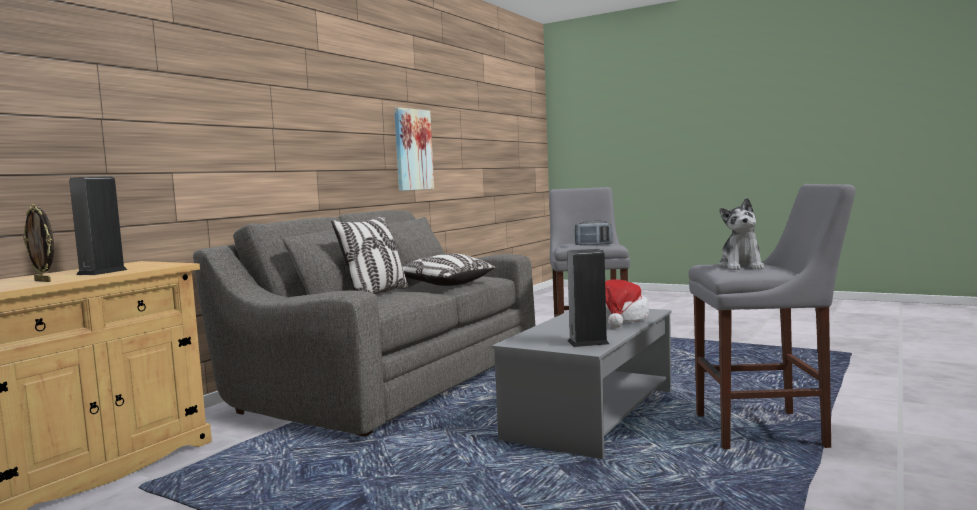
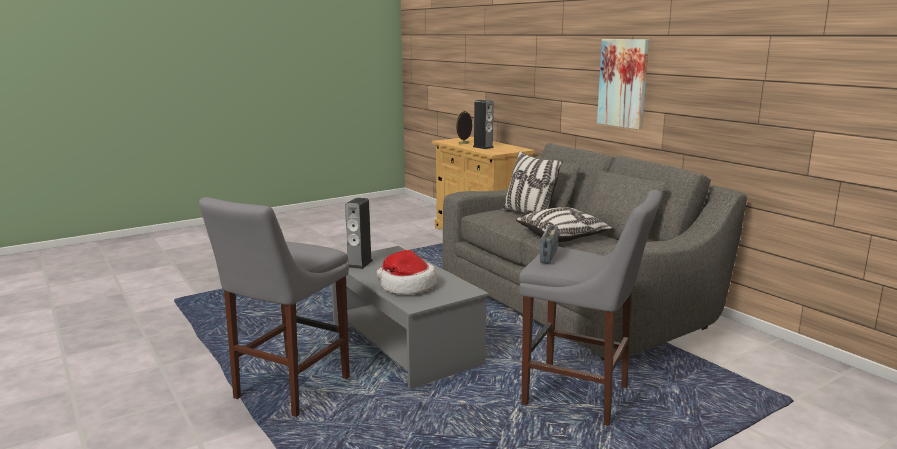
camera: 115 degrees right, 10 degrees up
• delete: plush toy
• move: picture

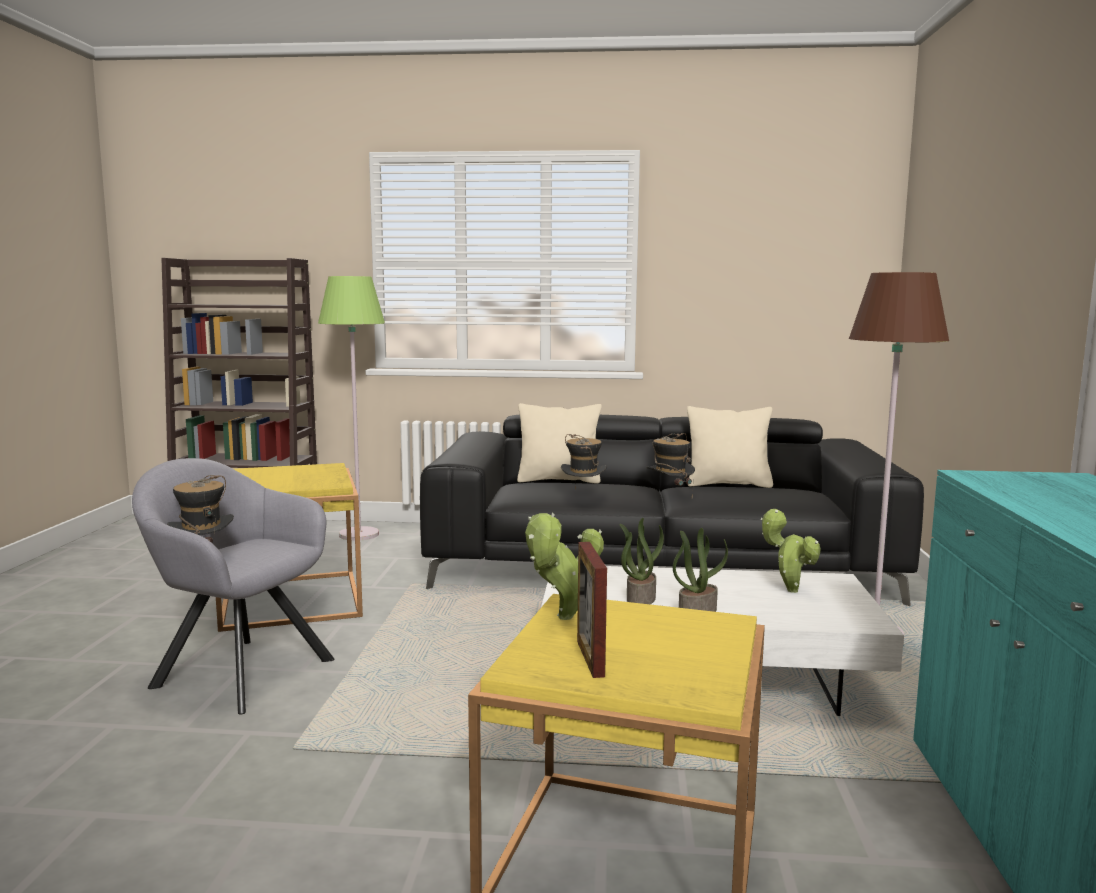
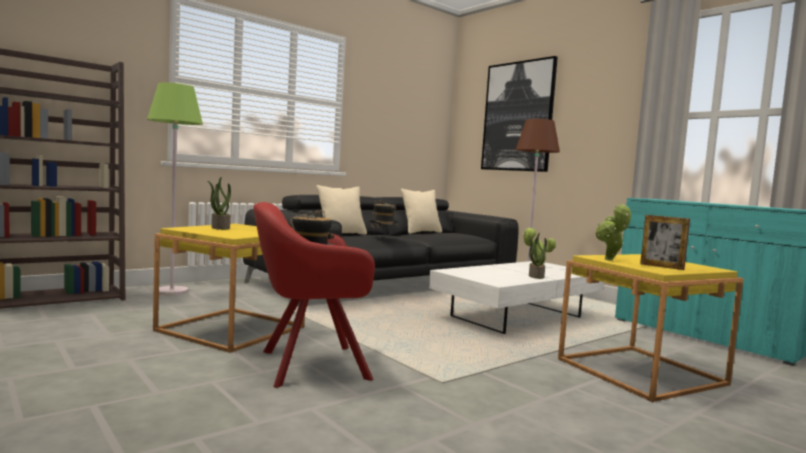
camera: 45 degrees left, 5 degrees down
• delete: wearable hat (3rd from left)
• insert: picture
• move: potted plant (2nd from left in the first image) to potted plant (1st from left)
• recolor: grey lounge chair to red lounge chair

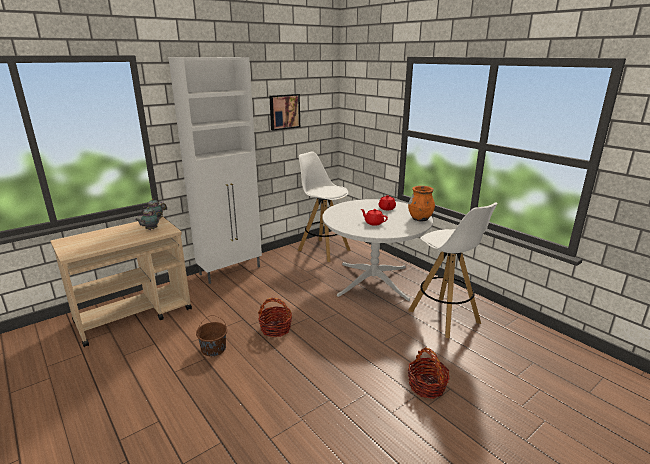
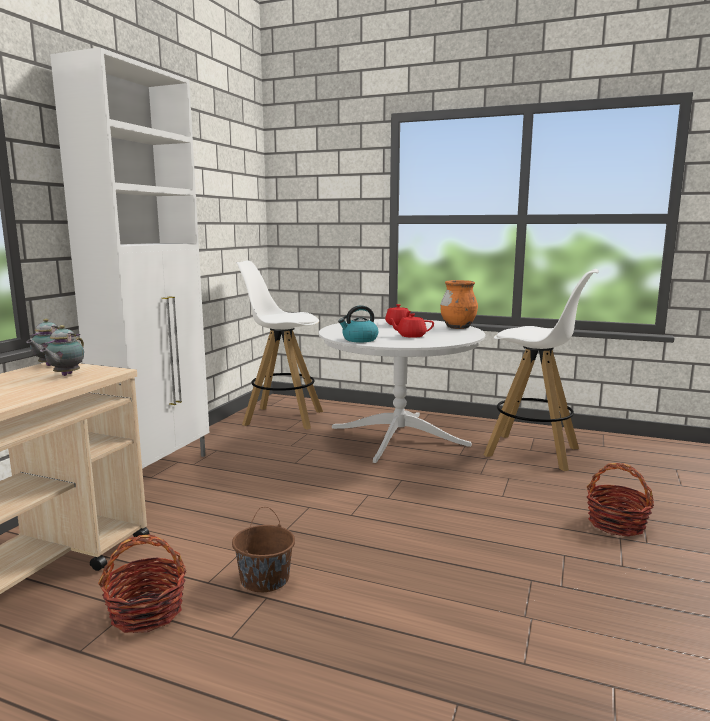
camera: 30 degrees left, 10 degrees down
• delete: picture
• insert: tea kettle
• move: household basket (1st from left)

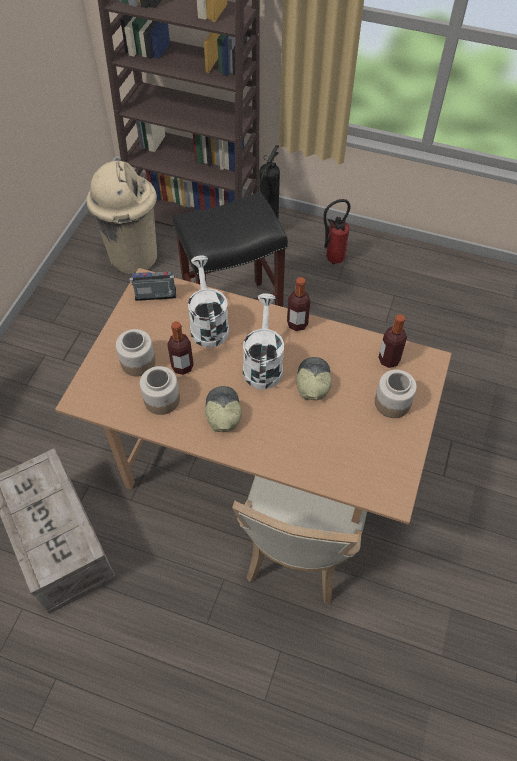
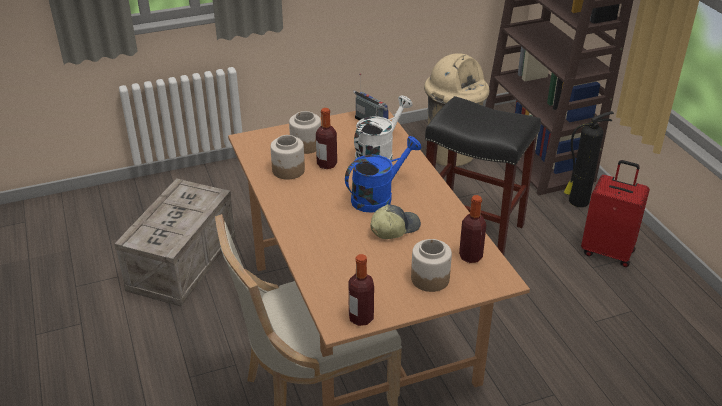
camera: 50 degrees right, 20 degrees down
• delete: baseball cap (1st from left)
• move: drink bottle (2nd from left)
• replace: fire extinguisher (2nd from left) to red travel case
• recolor: white watering can (2nd from left) to blue watering can

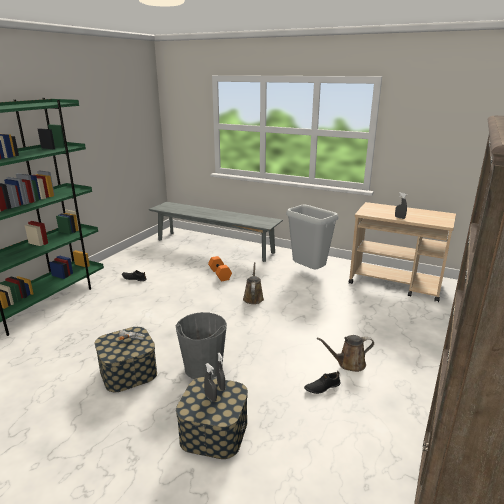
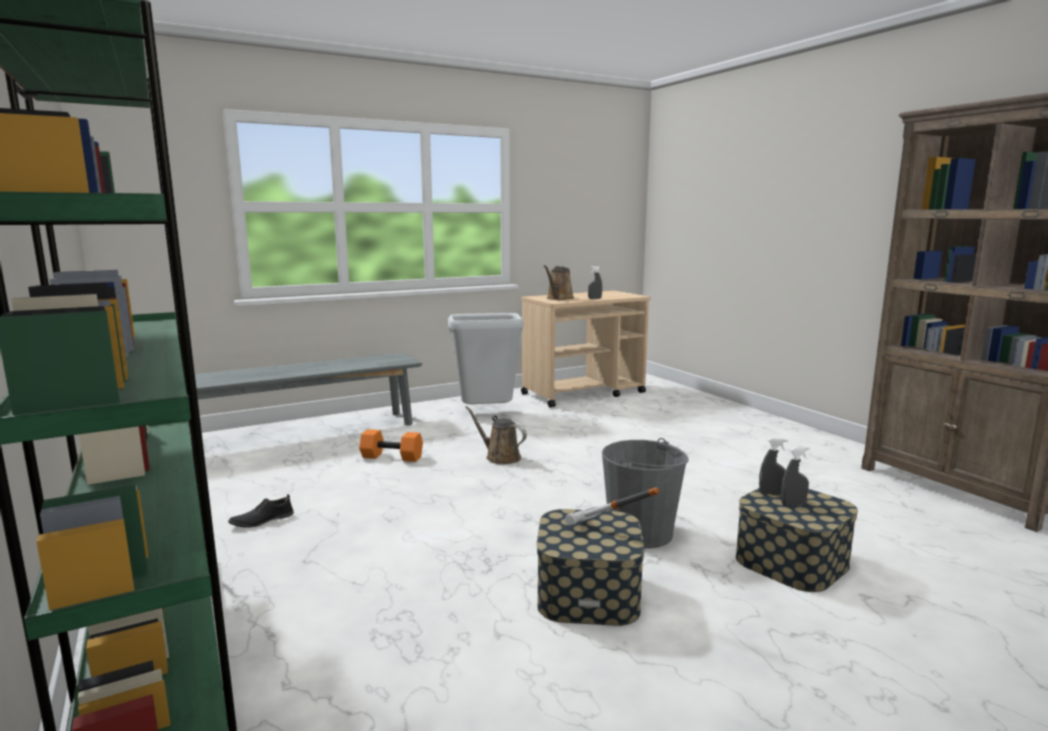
camera: 55 degrees left, 10 degrees down
• delete: black-coloured shoe (2nd from left)
• move: brown-coloured watering can (2nd from left)

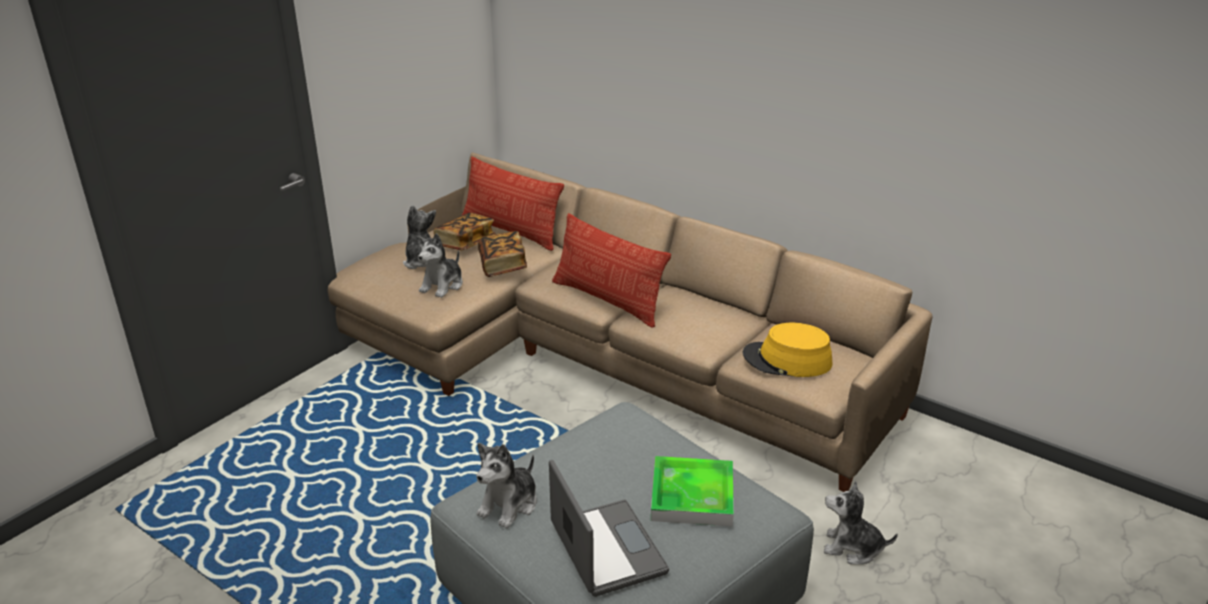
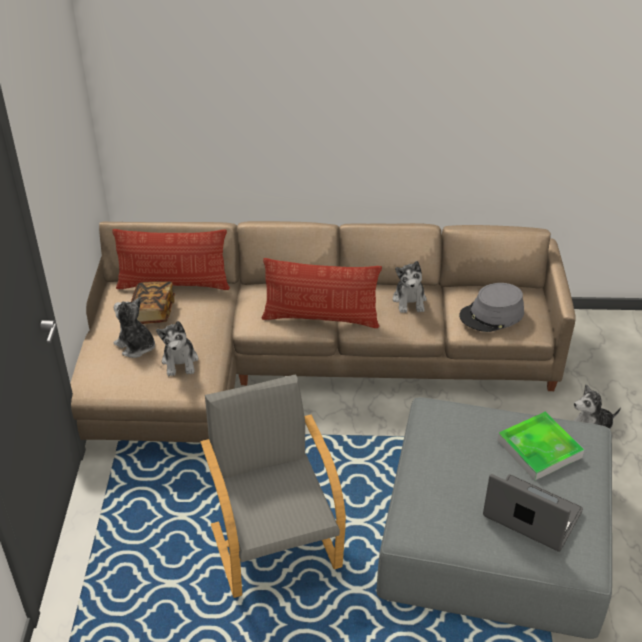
camera: 35 degrees left, 10 degrees up
• delete: bound book (2nd from left)
• insert: grey lounge chair
• move: plush toy (3rd from left)
• recolor: yellowish wearable hat to grey wearable hat

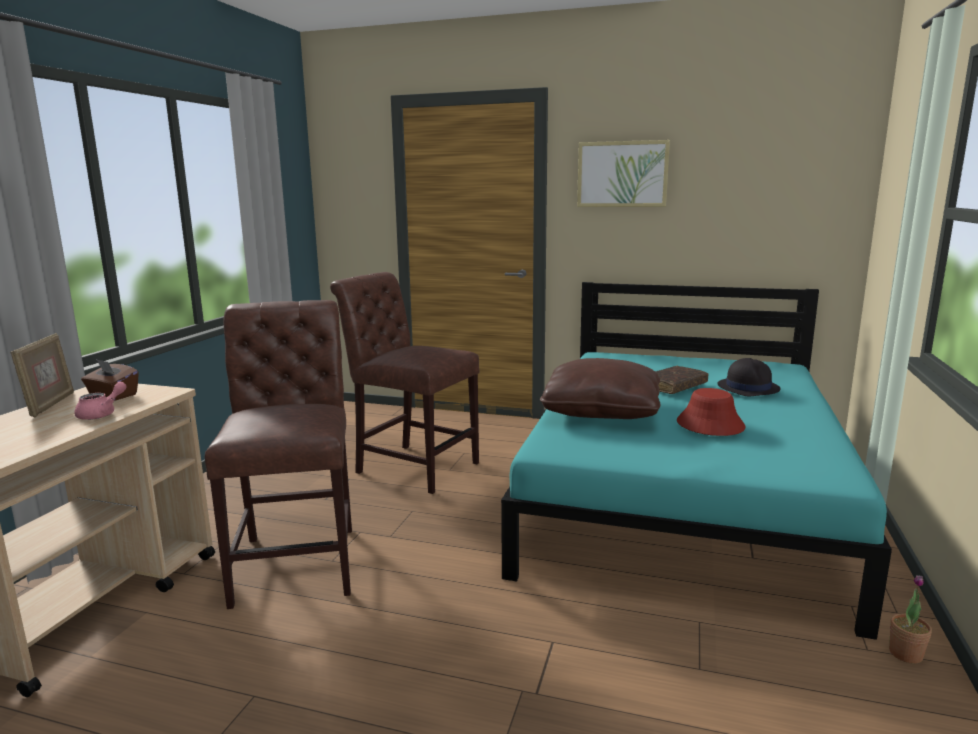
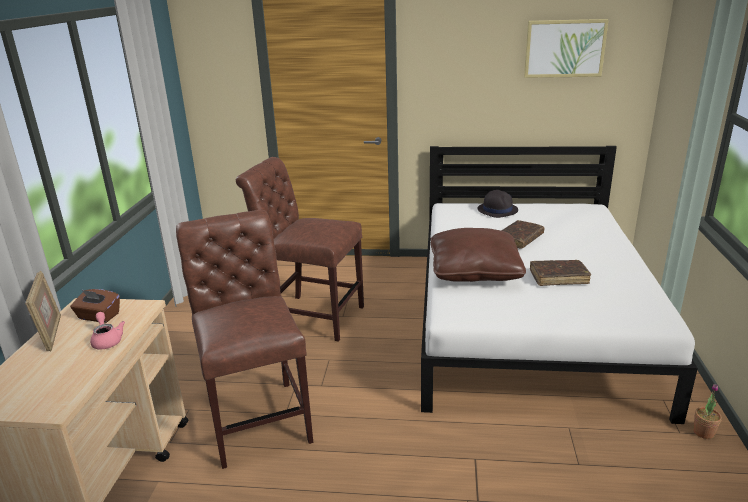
camera: 10 degrees left, 10 degrees up
• move: picture
• move: black-coloured wearable hat
• replace: red wearable hat to brown-coloured bound book (2nd from left)
• recolor: turquoise bedroom bed to white bedroom bed
• rotate: pinkish tea pot 45 degrees counterclockwise

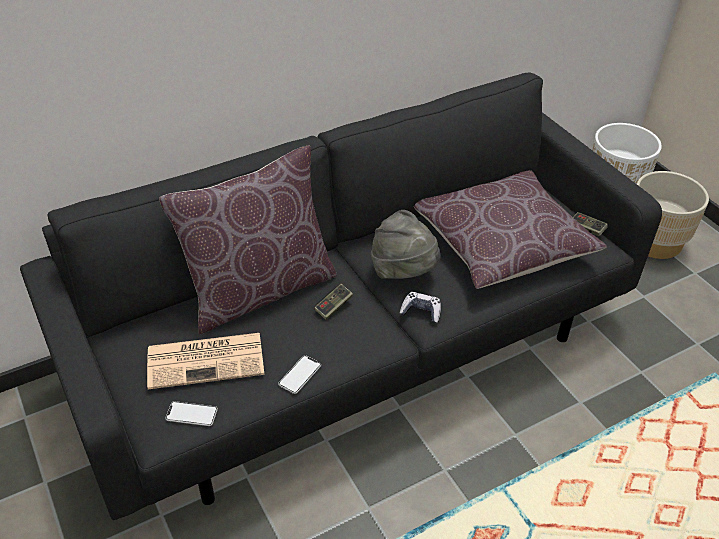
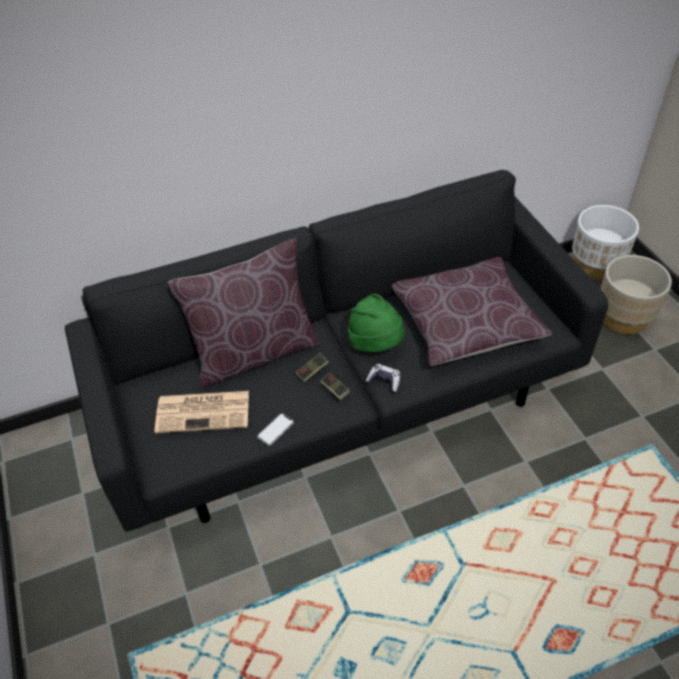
camera: 10 degrees right, 5 degrees up
• delete: handset (1st from left)
• move: game controller (3rd from left in the first image) to game controller (2nd from left)
• recolor: grey wearable hat to green-coloured wearable hat

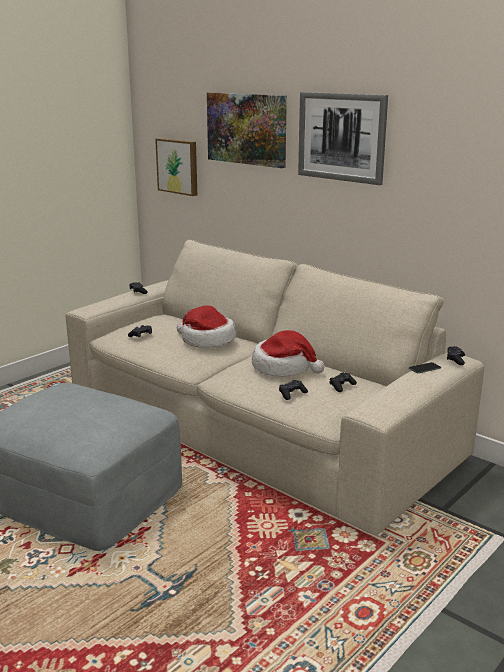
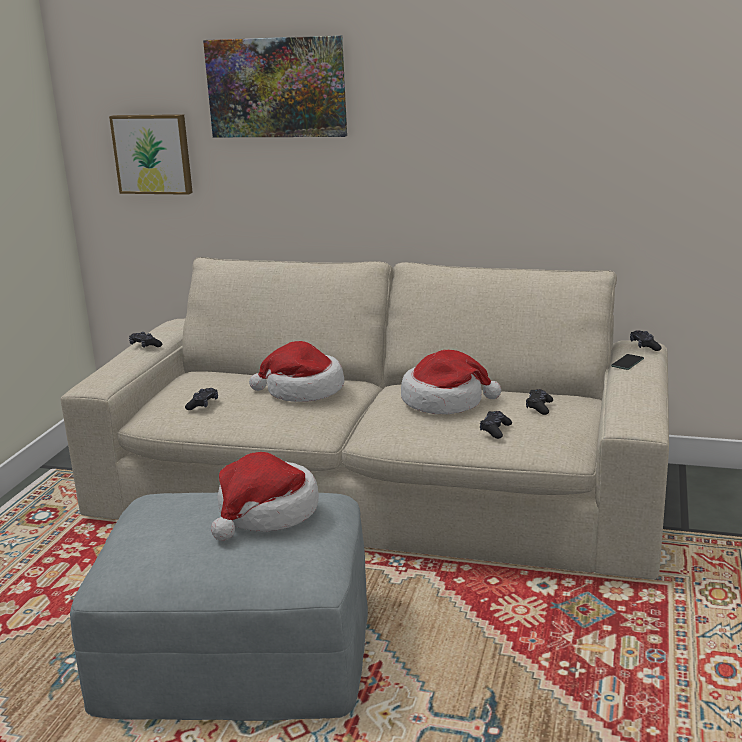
camera: 25 degrees left, 0 degrees up
• delete: picture (3rd from left)
• insert: wearable hat (1st from left)

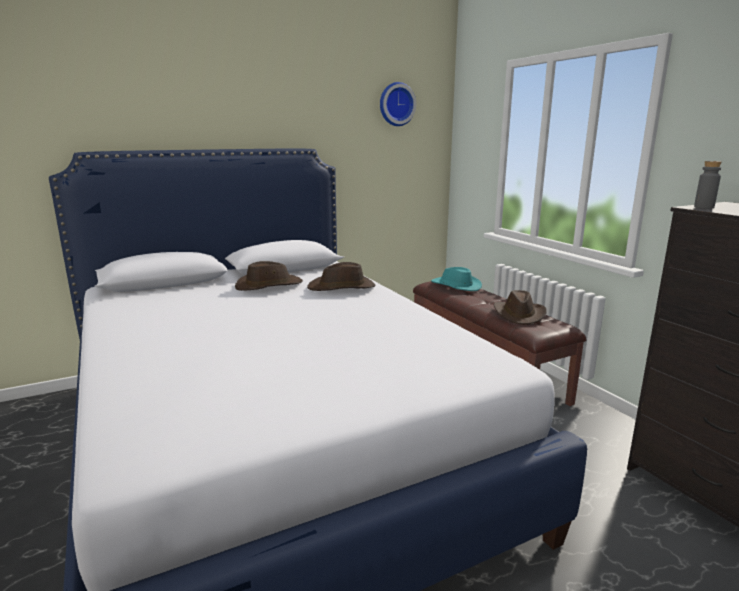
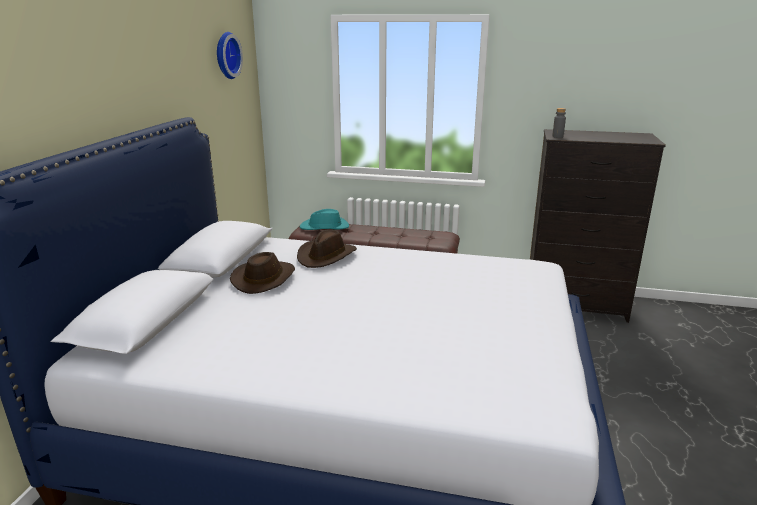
camera: 50 degrees left, 5 degrees up
• delete: brown-coloured wearable hat (3rd from left)

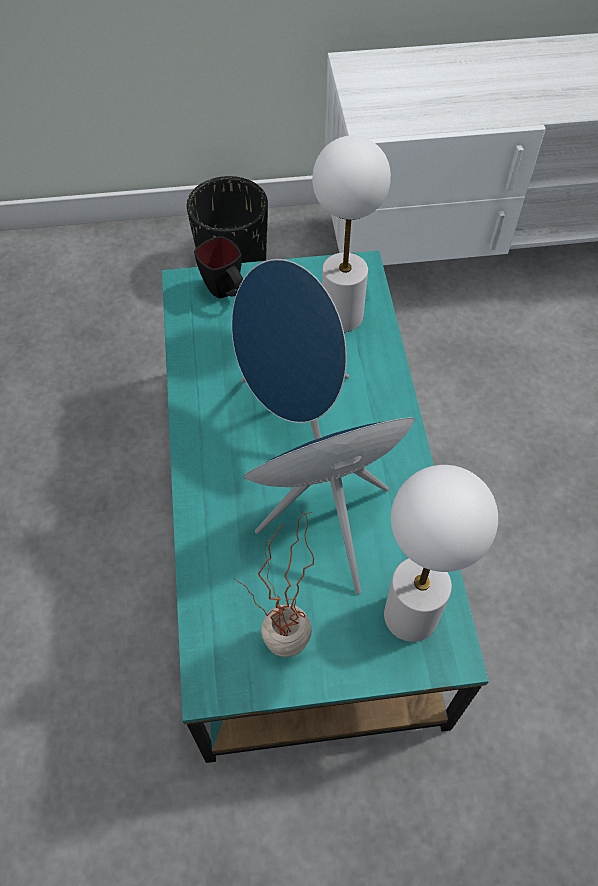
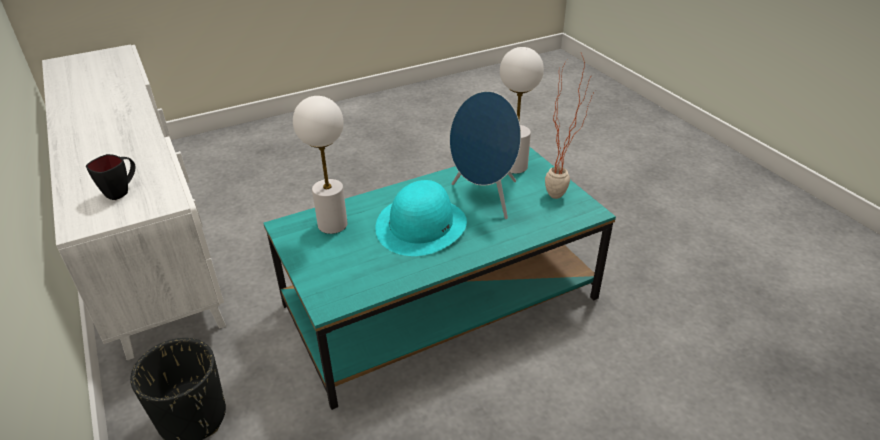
camera: 110 degrees left, 20 degrees down
• move: black-coloured coffee mug
• replace: blue loudspeaker (1st from left) to turquoise wearable hat

